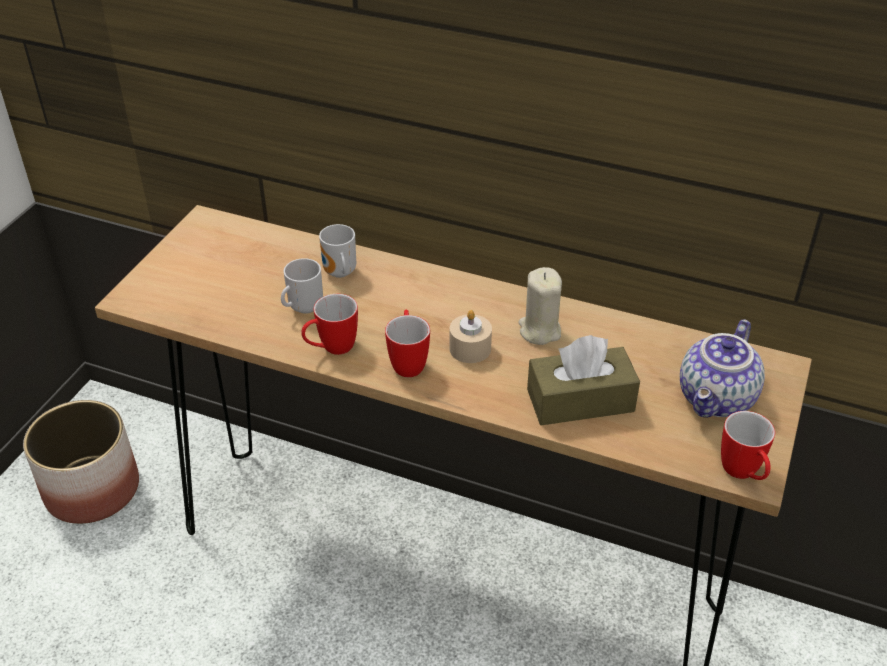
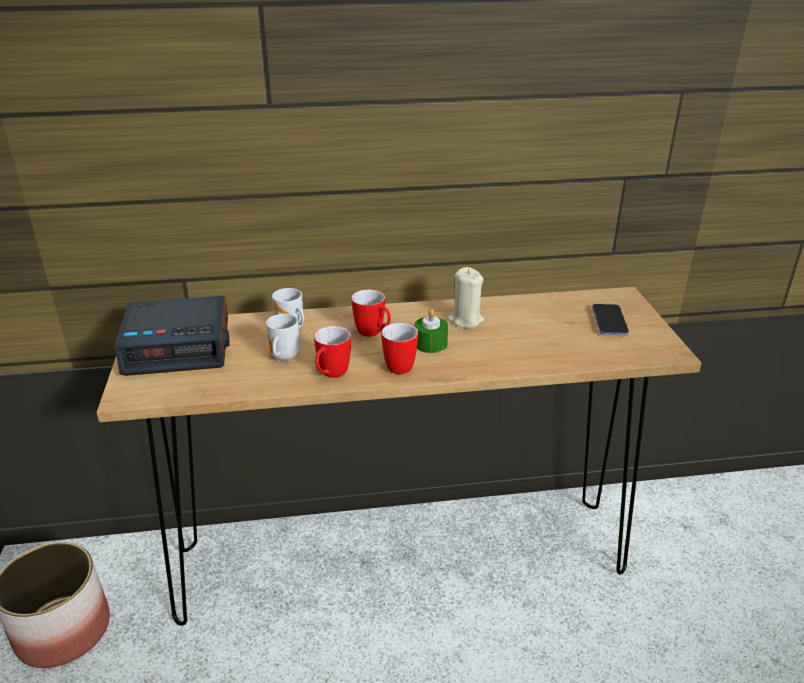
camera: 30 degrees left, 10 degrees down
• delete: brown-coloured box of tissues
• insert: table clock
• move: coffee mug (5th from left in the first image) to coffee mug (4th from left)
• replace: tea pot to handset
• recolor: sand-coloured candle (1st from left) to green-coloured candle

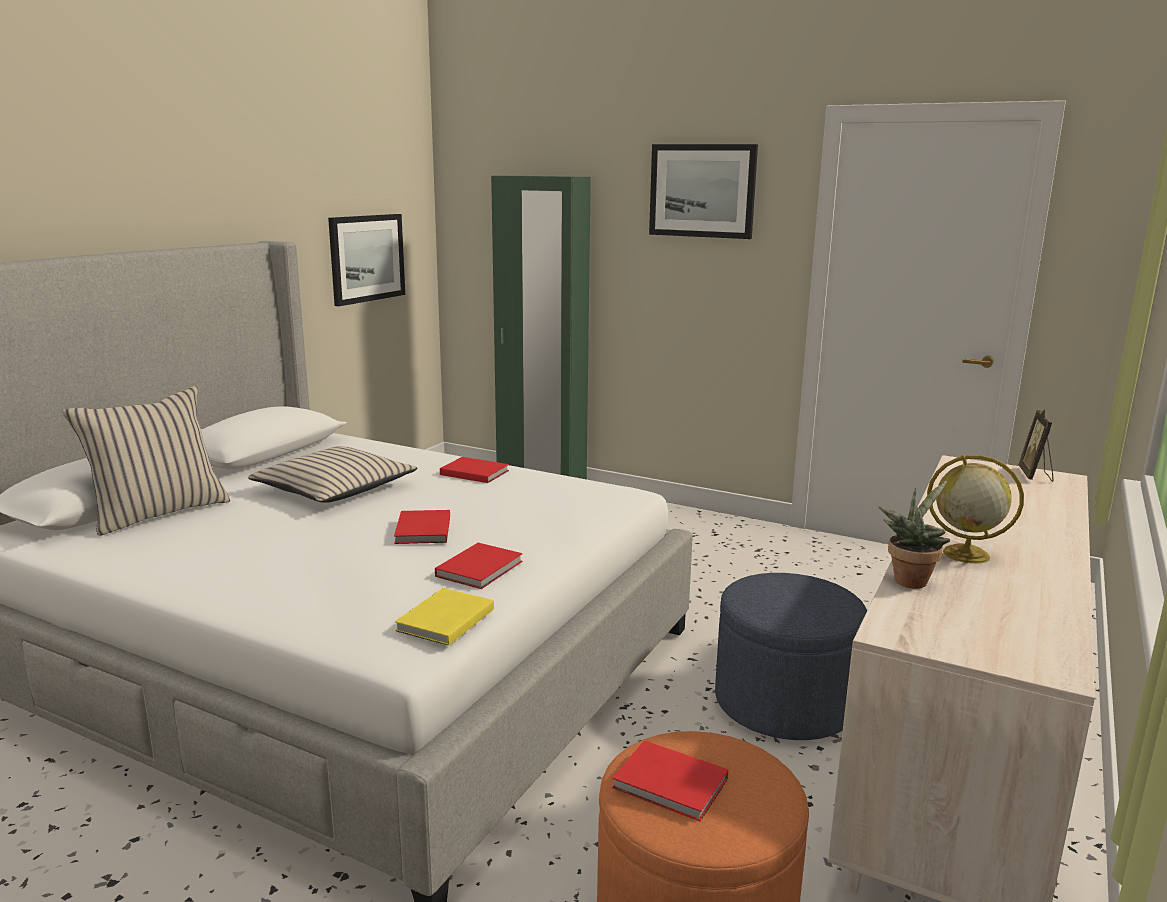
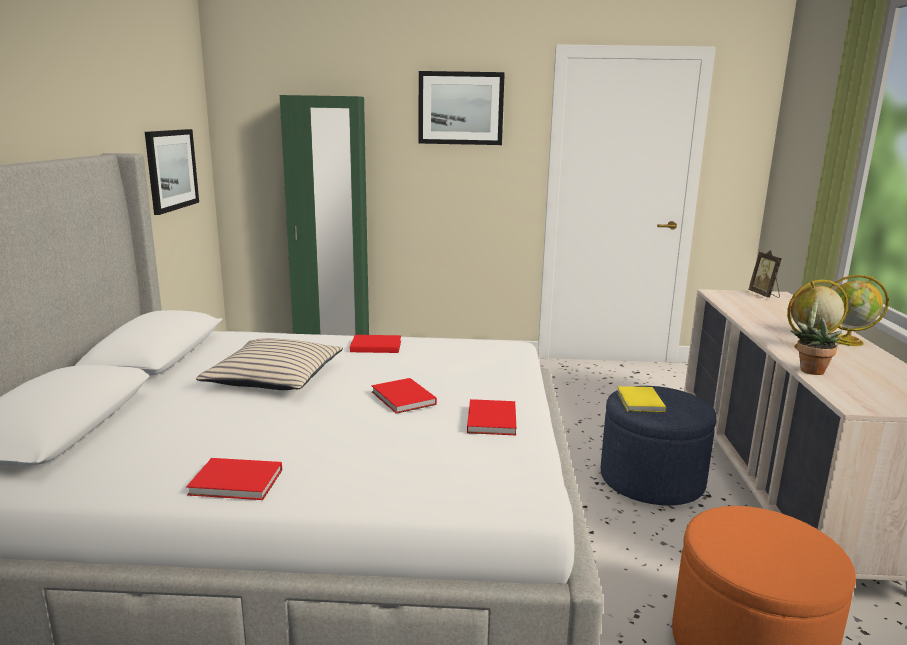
camera: 25 degrees left, 0 degrees up
• delete: sand-coloured throw pillow (1st from left)
• insert: world globe (2nd from left)
• move: yellowish bound book
• move: red bound book (4th from left in the first image) to red bound book (1st from left)

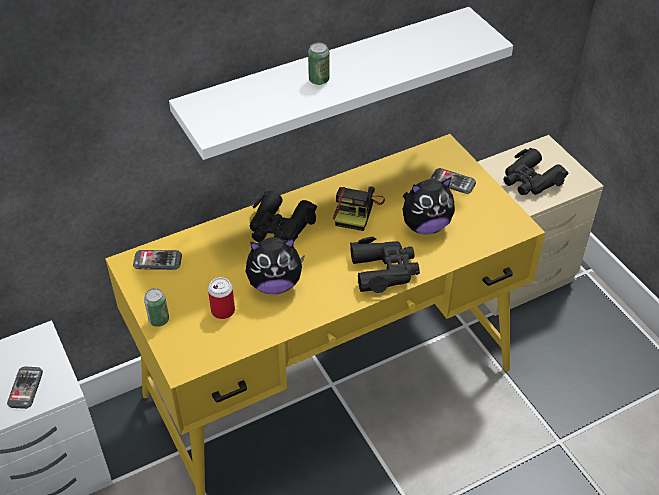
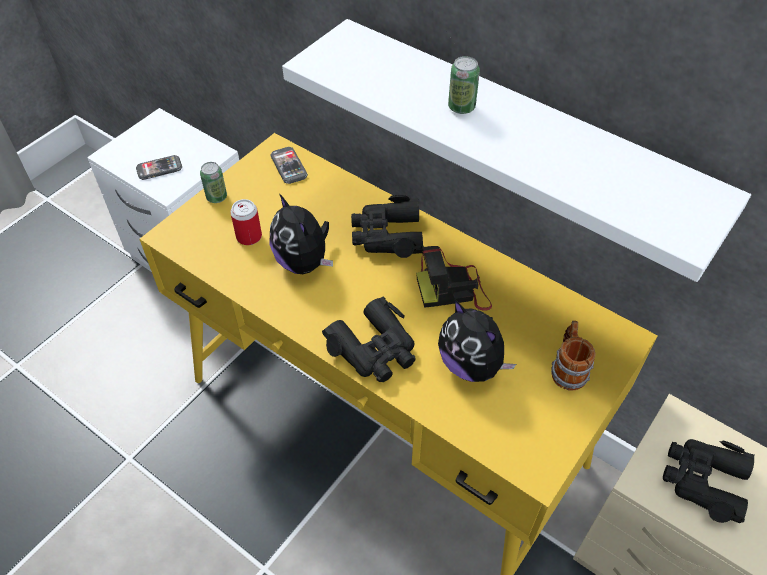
camera: 65 degrees right, 5 degrees up
• replace: handset (3rd from left) to coffee mug

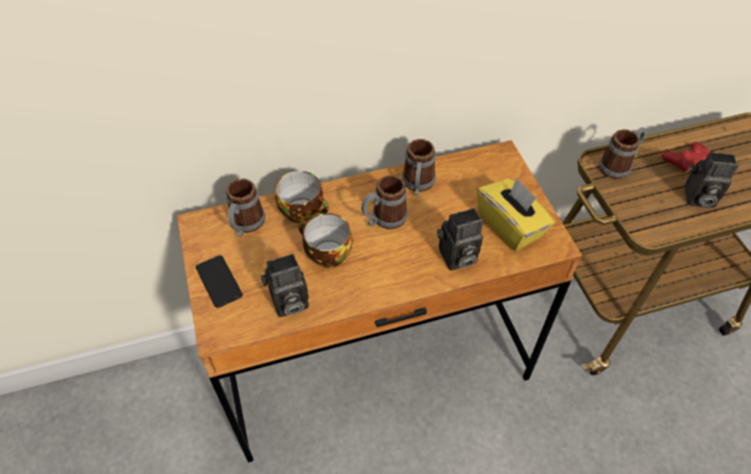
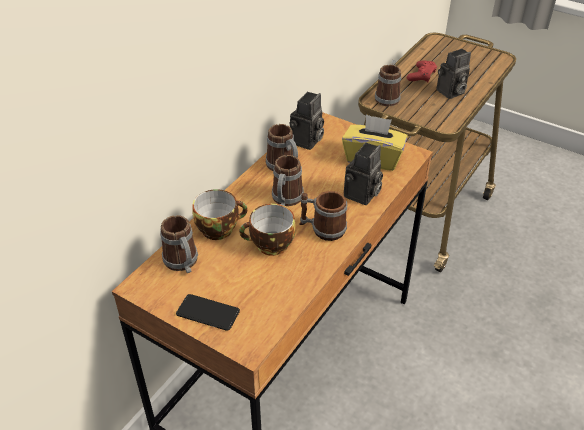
camera: 40 degrees left, 10 degrees down
• insert: coffee mug (4th from left)
• move: still camera (1st from left)

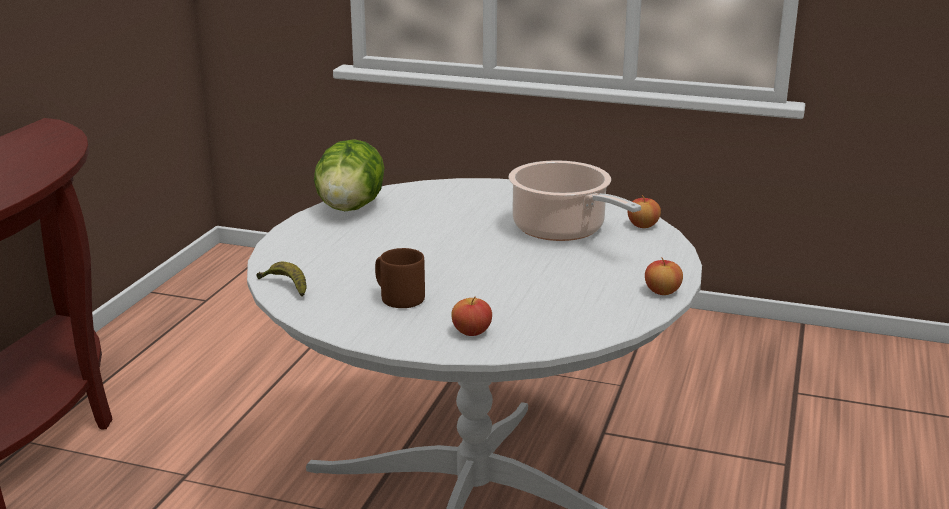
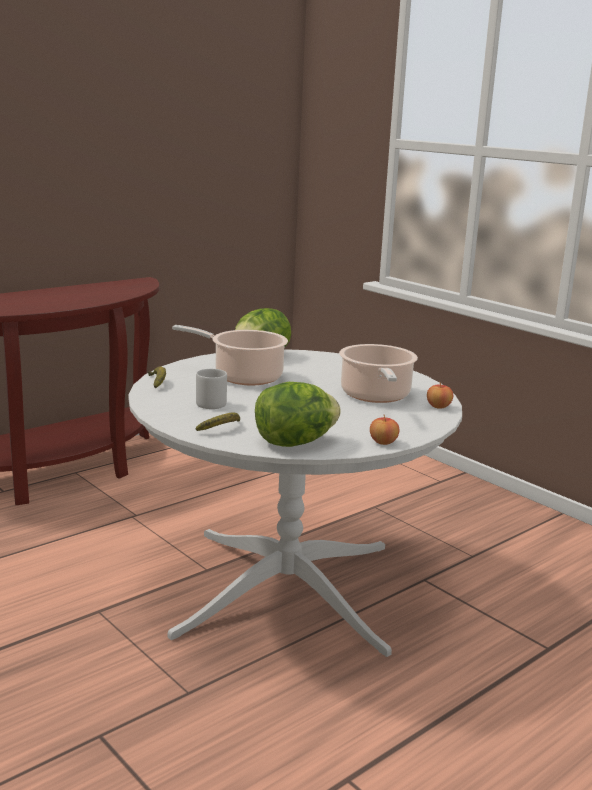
camera: 30 degrees right, 5 degrees down
• insert: saucepot (1st from left)
• insert: lettuce head (2nd from left)
• replace: apple (1st from left) to whole banana (2nd from left)
• recolor: brown-coloured coffee mug to grey coffee mug

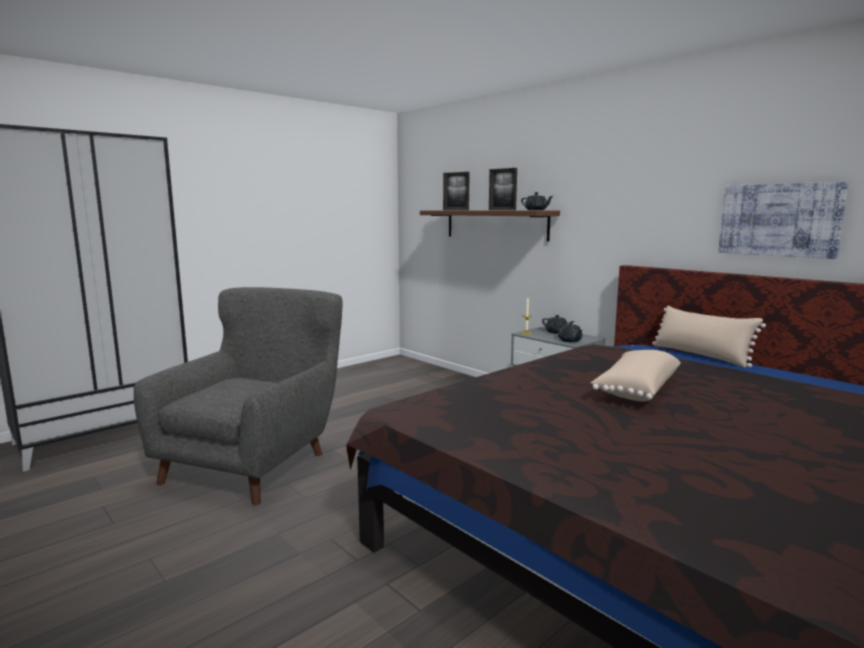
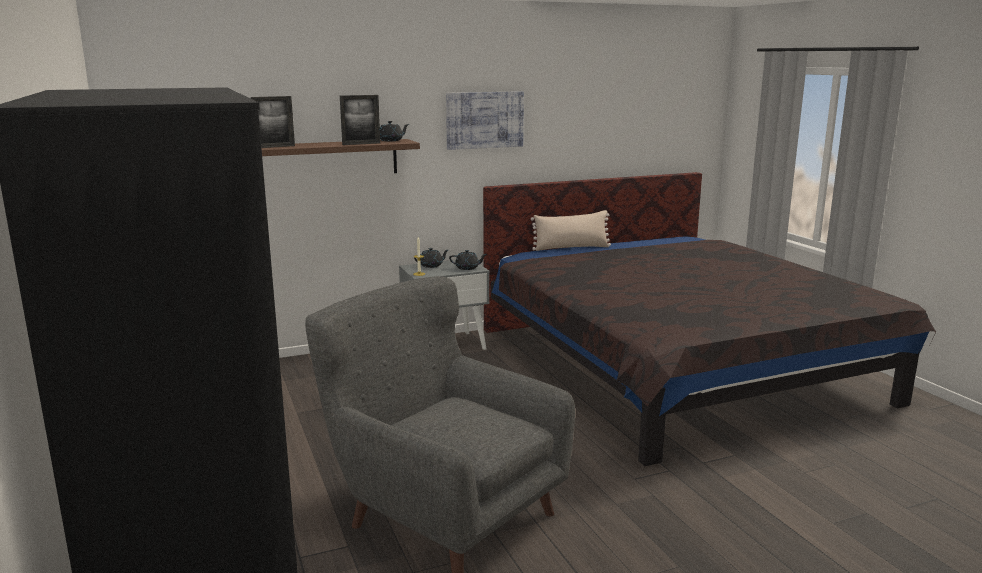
camera: 70 degrees left, 5 degrees up
• delete: sand-coloured throw pillow (1st from left)
• move: picture

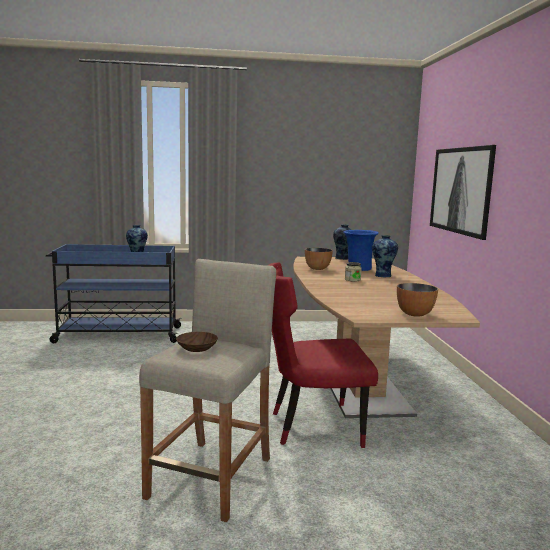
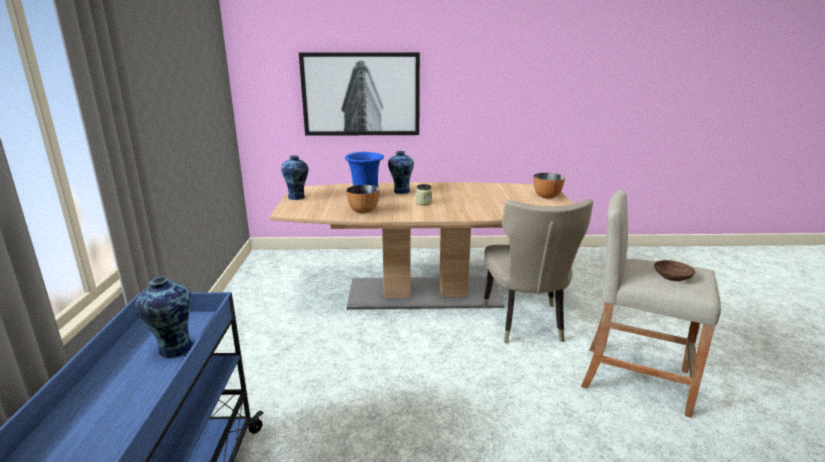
camera: 85 degrees left, 10 degrees up
• recolor: red chair to sand-coloured chair

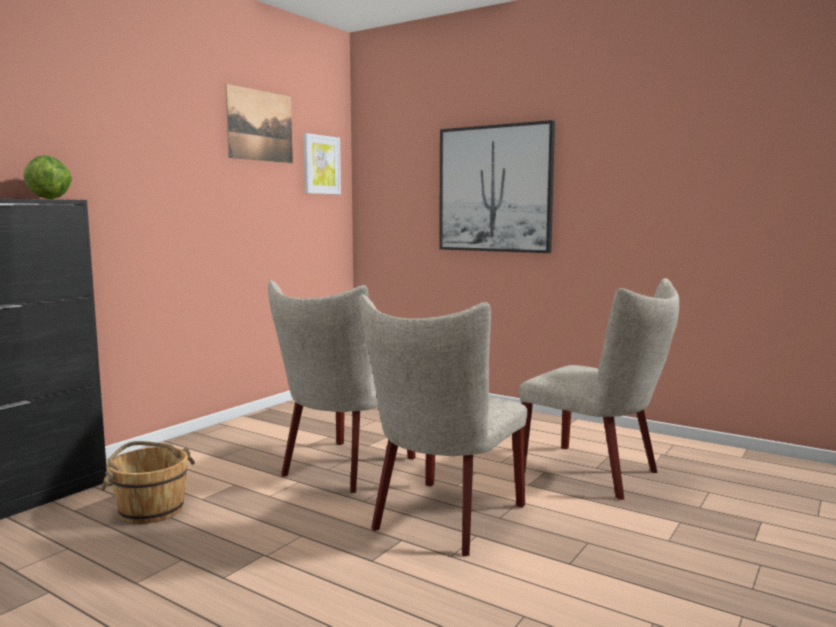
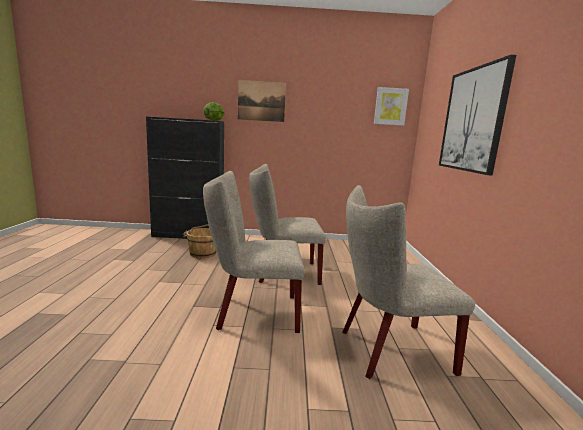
camera: 55 degrees right, 5 degrees up
• move: picture (1st from left)
• rotate: sand-coloured chair (3rd from left) 75 degrees clockwise

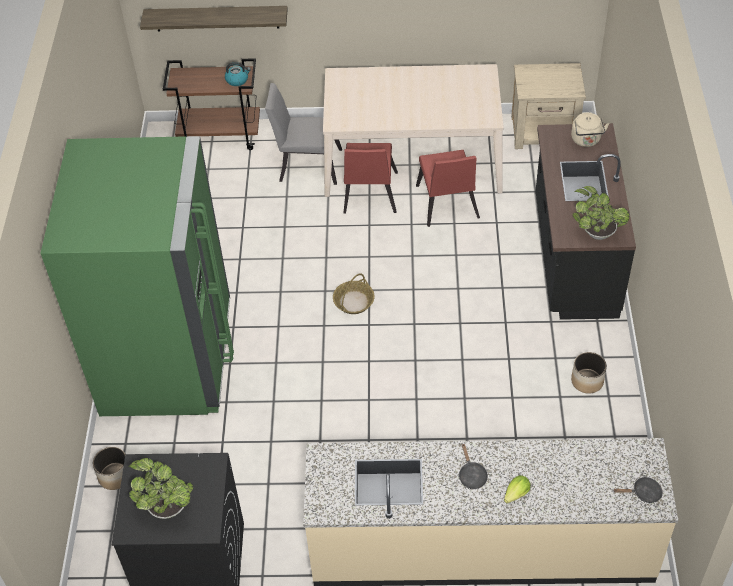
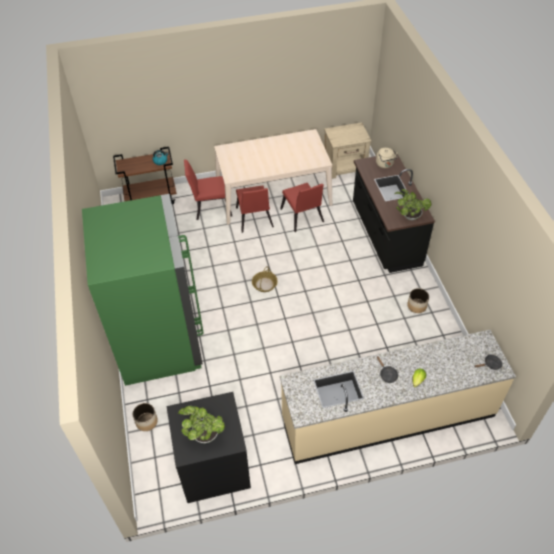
camera: 15 degrees left, 0 degrees up
• delete: shelf
• recolor: grey chair to red chair (1st from left)

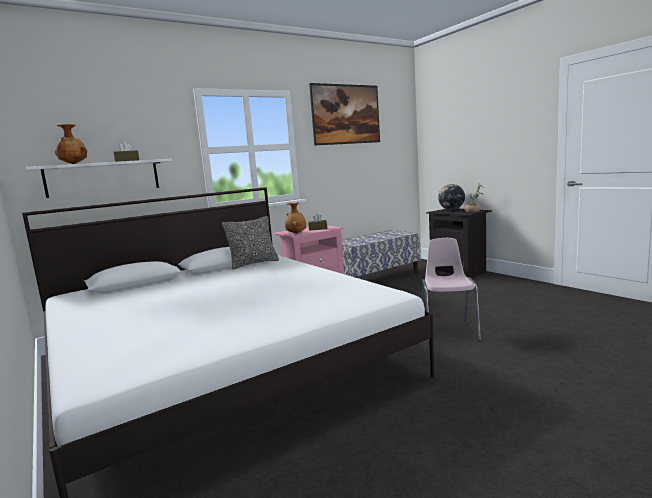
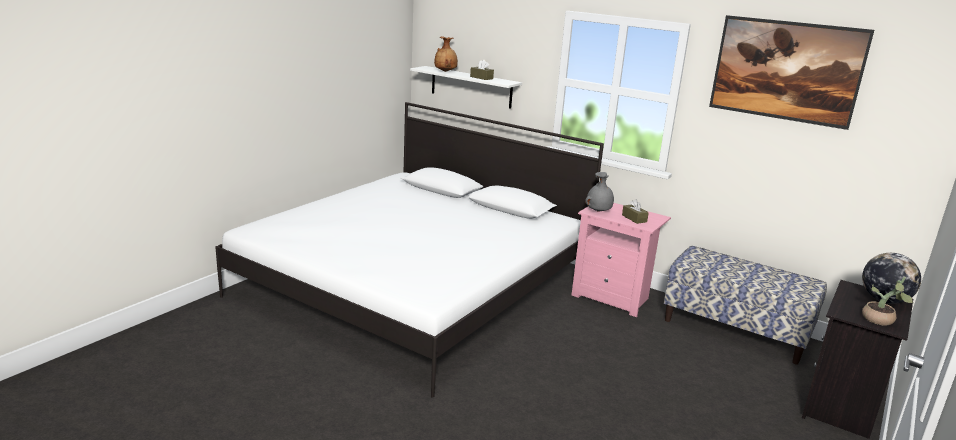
camera: 65 degrees right, 10 degrees up
• delete: throw pillow
• delete: pinkish chair
• recolor: brown-coloured flower vase (2nd from left) to grey flower vase

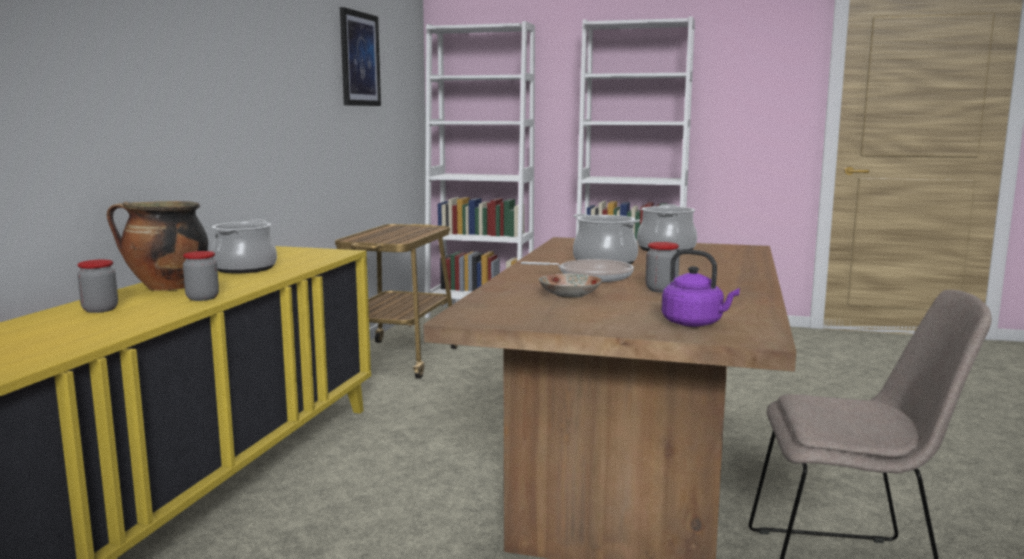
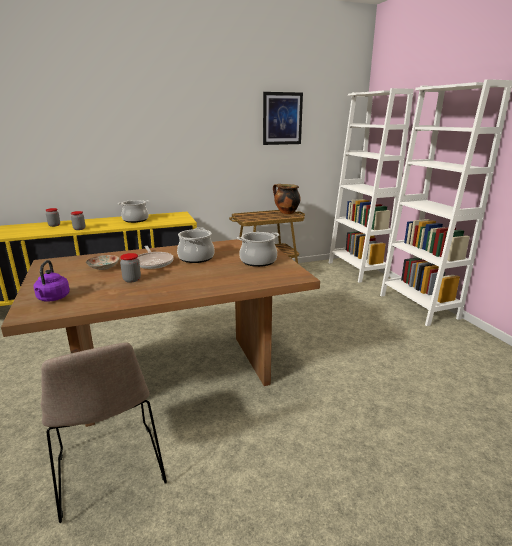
camera: 55 degrees right, 10 degrees up
• move: saucepot (1st from left in the first image) to saucepot (4th from left)

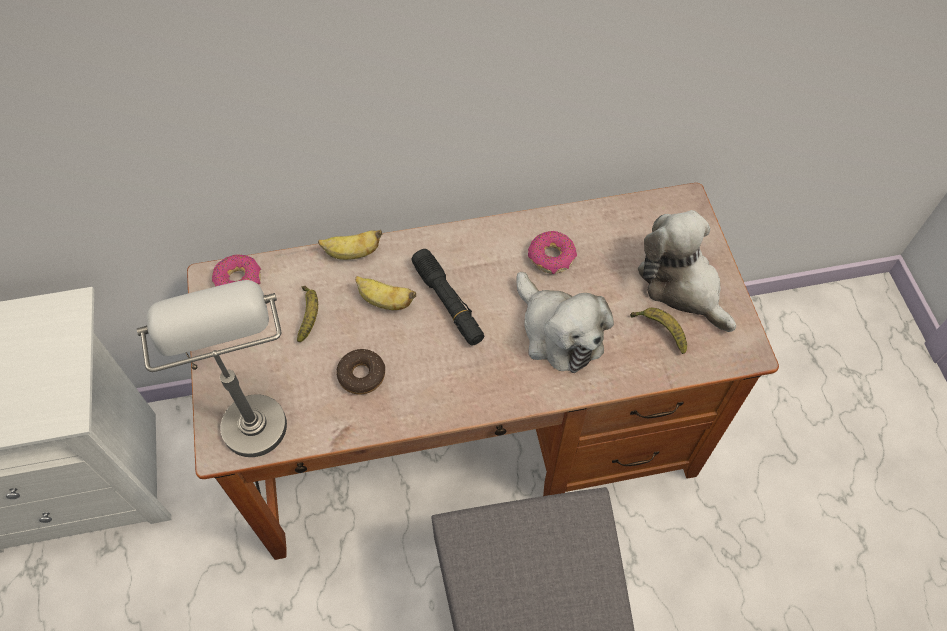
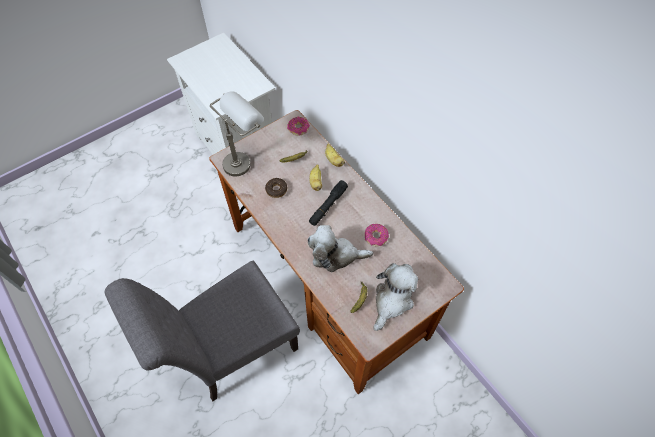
camera: 65 degrees right, 0 degrees up
• rotate: plush toy (1st from left) 60 degrees clockwise

